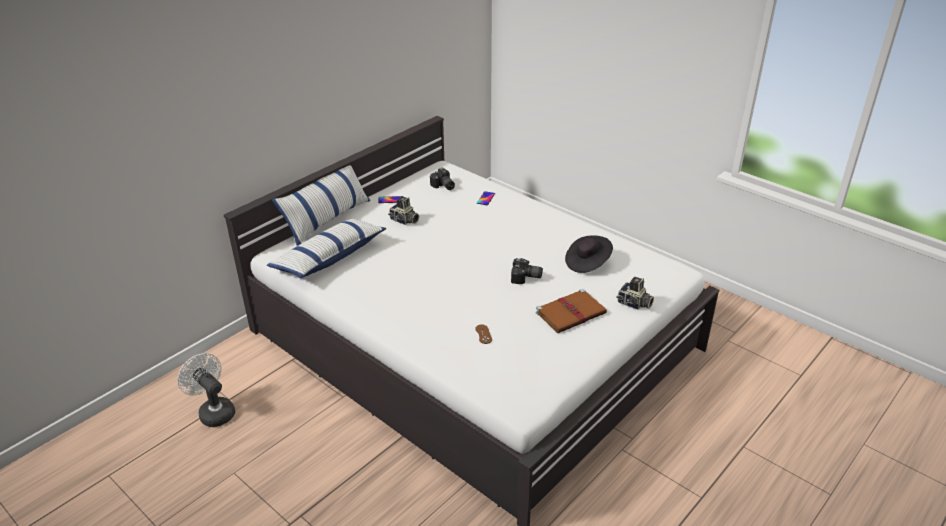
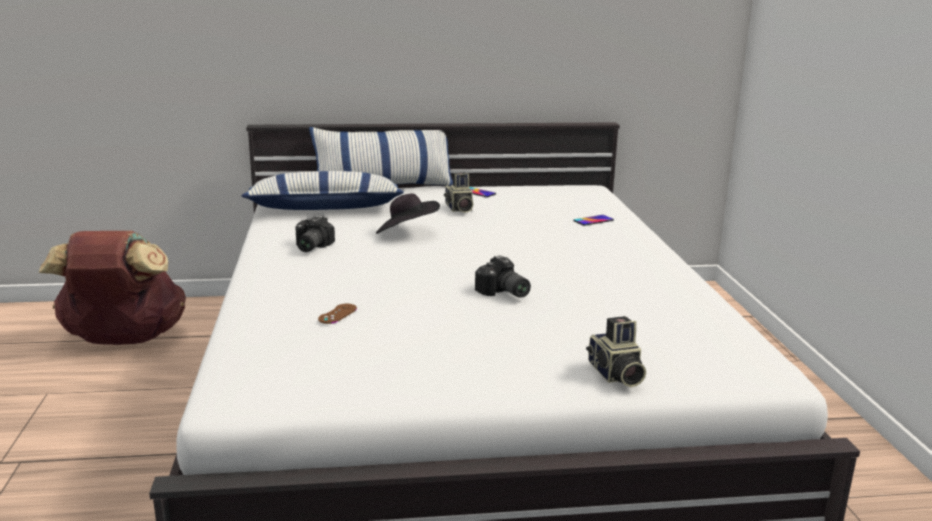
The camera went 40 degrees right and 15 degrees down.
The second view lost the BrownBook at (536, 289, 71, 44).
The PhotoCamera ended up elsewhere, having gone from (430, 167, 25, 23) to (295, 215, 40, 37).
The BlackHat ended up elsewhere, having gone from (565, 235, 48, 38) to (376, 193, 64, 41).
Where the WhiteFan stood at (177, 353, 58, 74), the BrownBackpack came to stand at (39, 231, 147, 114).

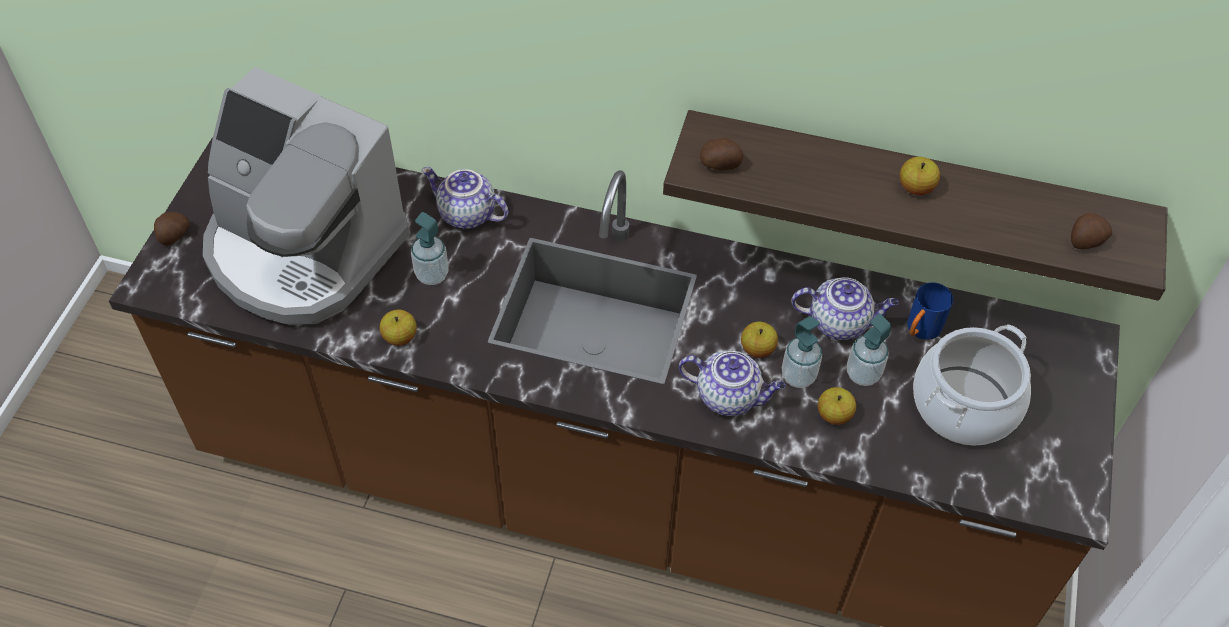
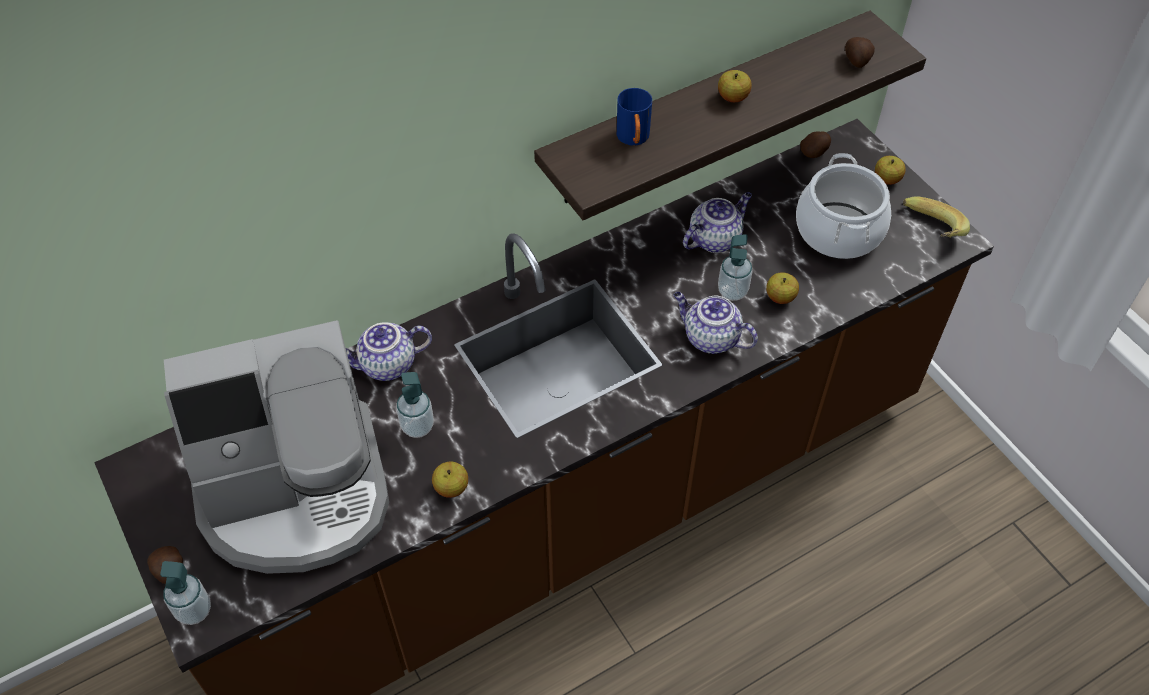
The camera went 45 degrees left and 0 degrees up.
The second view gained the Banana at (903, 197, 67, 41).
The Potato ended up elsewhere, having gone from (700, 138, 43, 32) to (800, 132, 31, 26).
The Apple ended up elsewhere, having gone from (741, 322, 37, 36) to (875, 156, 31, 29).
The SoapDispenser ended up elsewhere, having gone from (847, 314, 44, 72) to (160, 561, 51, 64).
The BlueMug ended up elsewhere, having gone from (907, 282, 47, 58) to (617, 88, 35, 58).
The Teapot at (679, 351, 106, 65) ended up facing another way, 120 degrees counterclockwise from before.

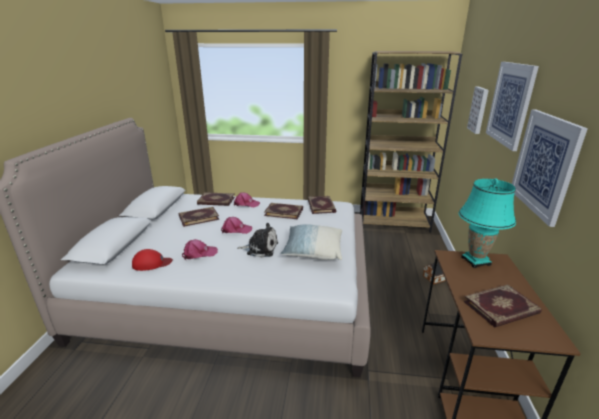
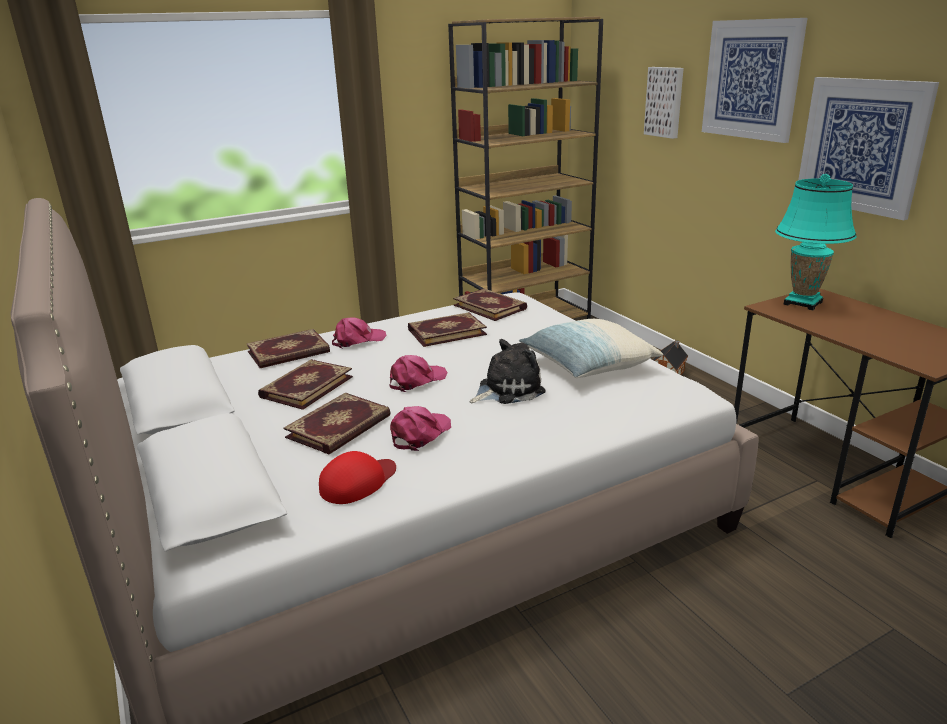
The camera went 35 degrees left and 0 degrees up.
The Book ended up elsewhere, having gone from (464, 284, 78, 43) to (284, 392, 107, 63).

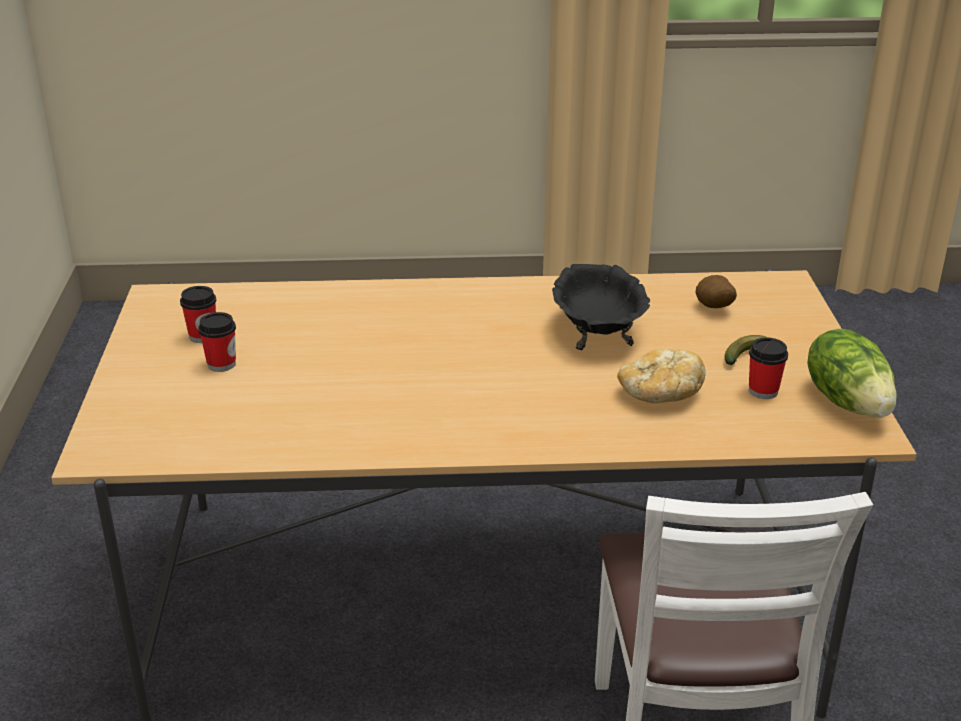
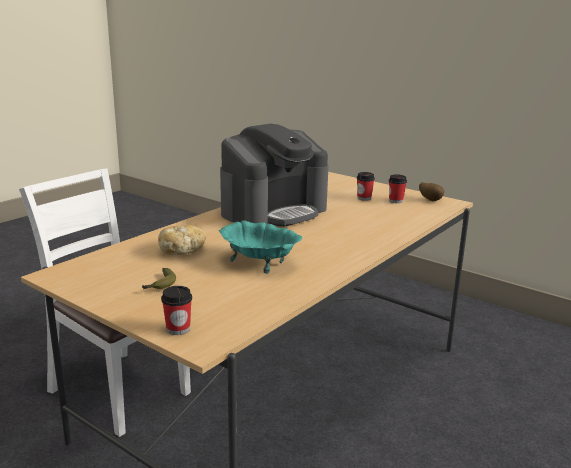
The camera went 130 degrees right and 10 degrees down.
The second view lost the Lettuce at (807, 328, 90, 89).
The second view gained the CoffeeMachine at (220, 124, 109, 103).
The Potato ended up elsewhere, having gone from (696, 275, 41, 33) to (419, 182, 25, 19).
The Cup ended up elsewhere, having gone from (749, 337, 39, 62) to (161, 286, 31, 49).
What was the BlackBowl at (552, 264, 98, 86) turned into the TurquoiseBowl at (219, 220, 83, 53).

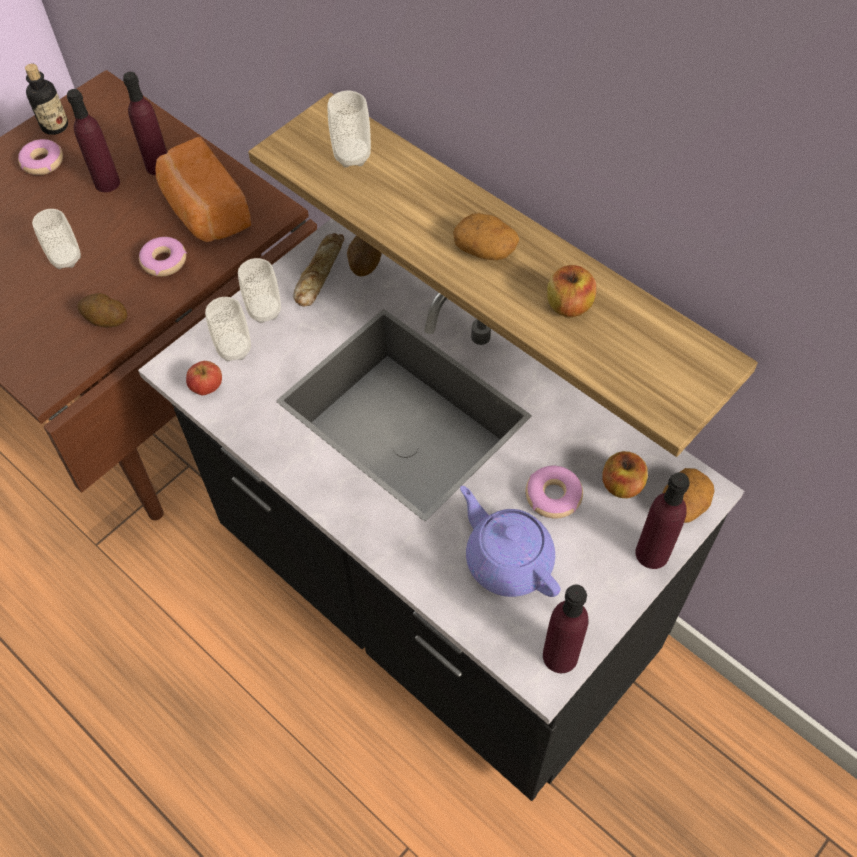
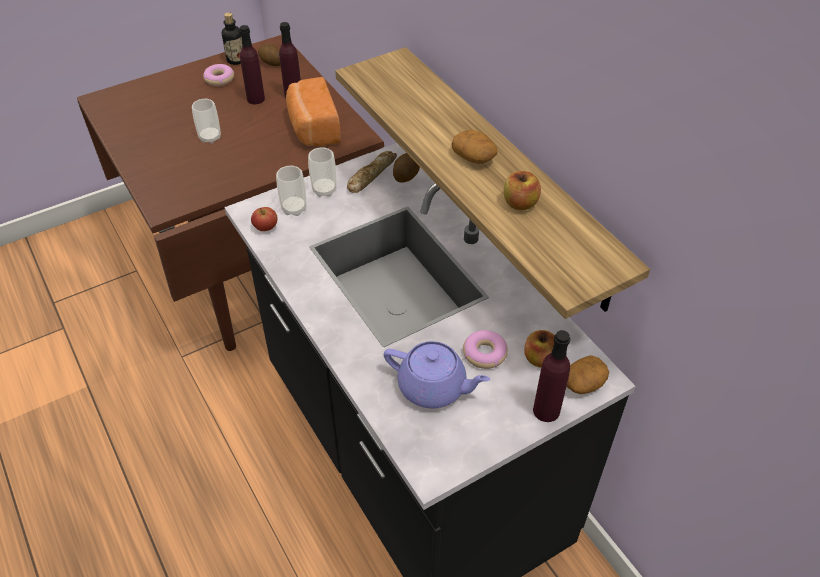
The camera went 15 degrees right and 10 degrees down.
The second view lost the Donut at (139, 237, 48, 40).
The second view lost the Cup at (328, 90, 43, 77).
The second view lost the PurpleBottle at (543, 584, 46, 89).
The Potato ended up elsewhere, having gone from (77, 293, 50, 34) to (258, 44, 22, 22).
The PurpleTeapot at (460, 486, 101, 111) ended up facing another way, 135 degrees clockwise from before.

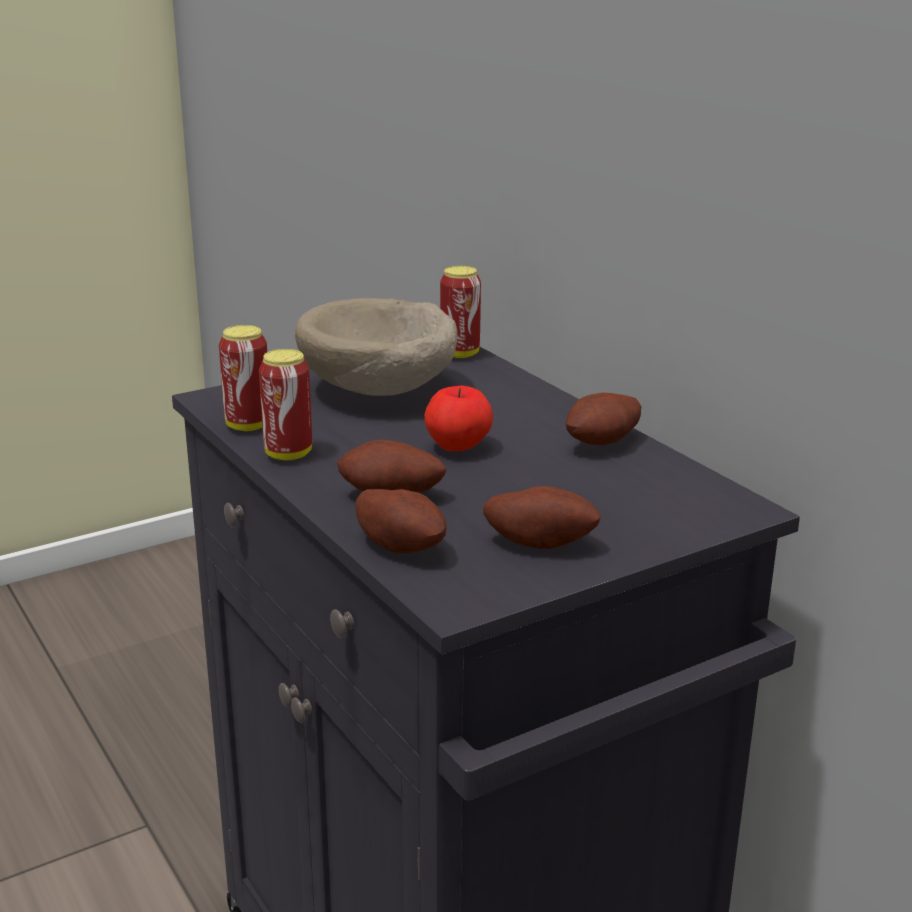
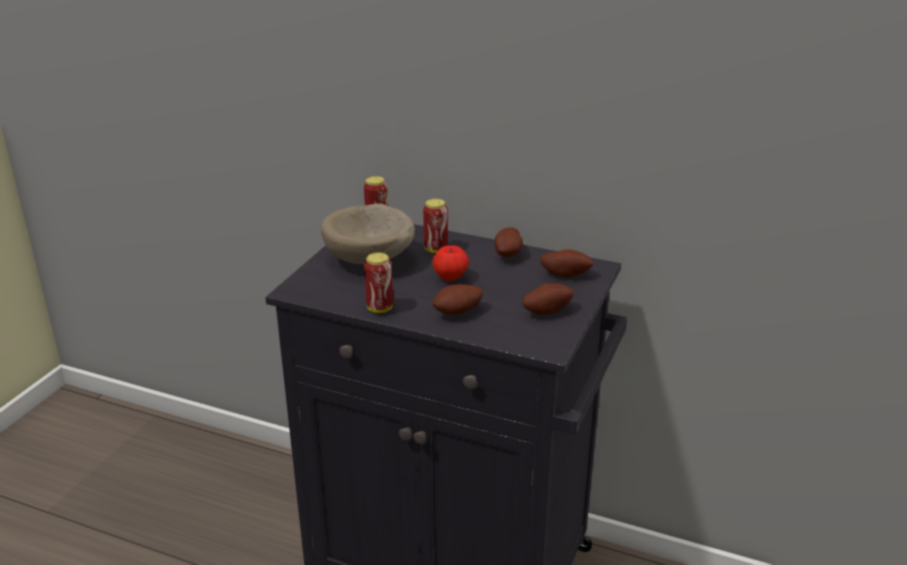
The camera went 35 degrees left and 5 degrees up.
The Can ended up elsewhere, having gone from (219, 325, 48, 106) to (423, 199, 25, 54).
The Potato ended up elsewhere, having gone from (355, 489, 92, 64) to (540, 249, 53, 28).

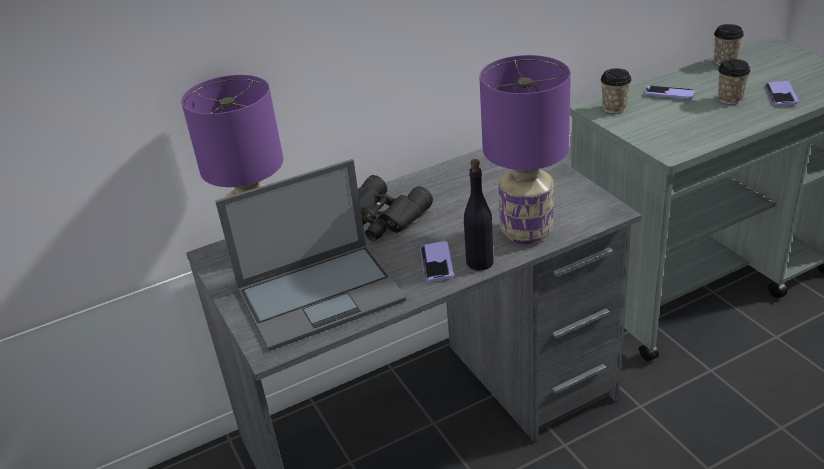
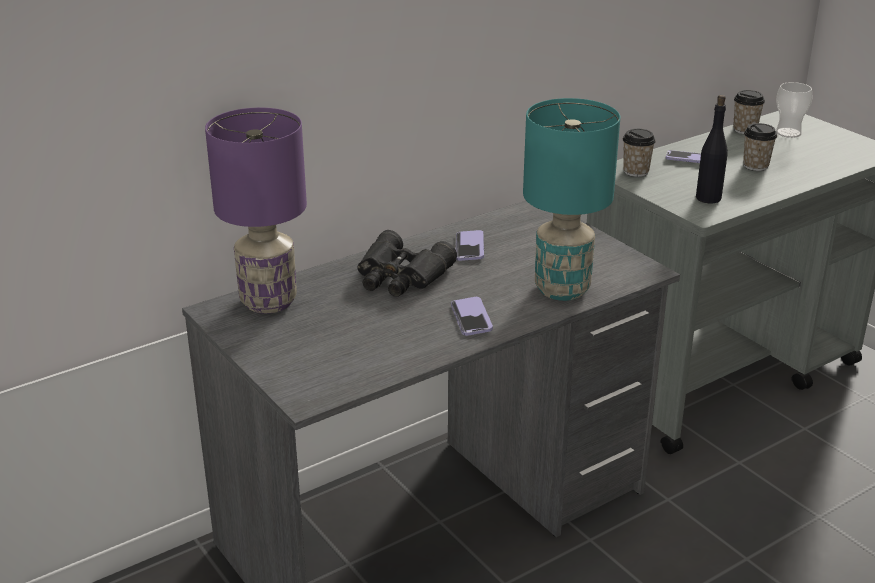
The camera went 10 degrees left and 5 degrees down.
The second view lost the Laptop at (215, 159, 191, 192).
The second view gained the Cup at (776, 82, 37, 56).
The BlackBottle ended up elsewhere, having gone from (464, 159, 30, 112) to (696, 95, 32, 108).
The Phone ended up elsewhere, having gone from (765, 81, 33, 25) to (456, 230, 28, 31).
What was the PurpleTableLamp at (479, 55, 92, 189) turned into the TurquoiseTableLamp at (523, 98, 97, 203).

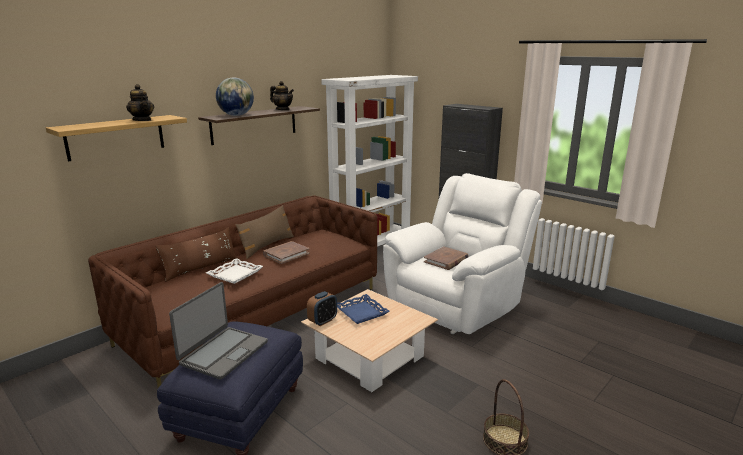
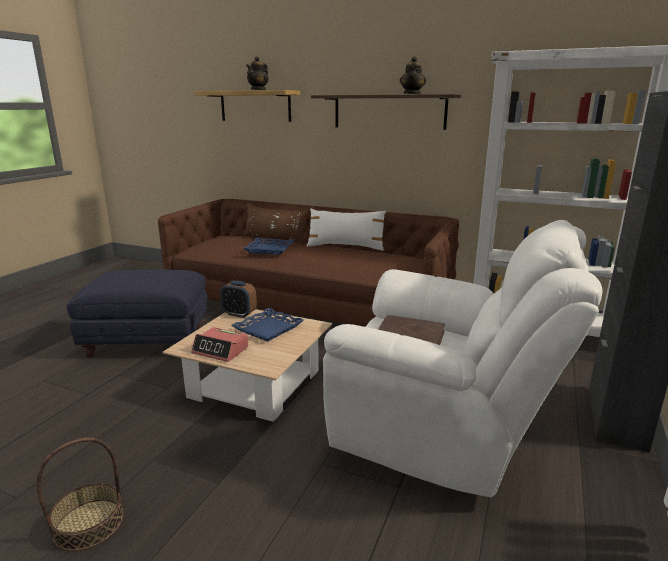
The camera went 70 degrees right and 0 degrees up.
The second view lost the Laptop at (169, 282, 99, 98).
The second view lost the Globe at (216, 78, 38, 38).
The second view lost the BrownBook at (263, 241, 47, 23).
The second view gained the AlarmClock at (191, 327, 57, 35).
What was the WhiteTray at (206, 258, 57, 26) turned into the BlueTray at (243, 238, 51, 17).
What was the BrownPillow at (235, 205, 59, 54) turned into the WhitePillow at (307, 208, 79, 43).

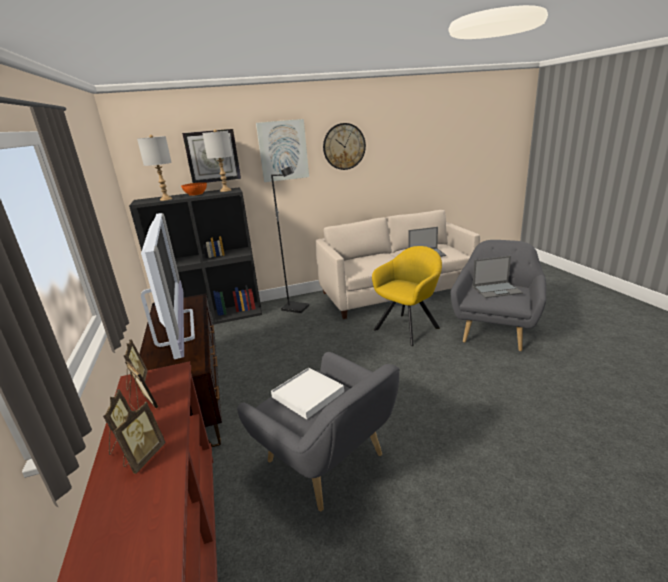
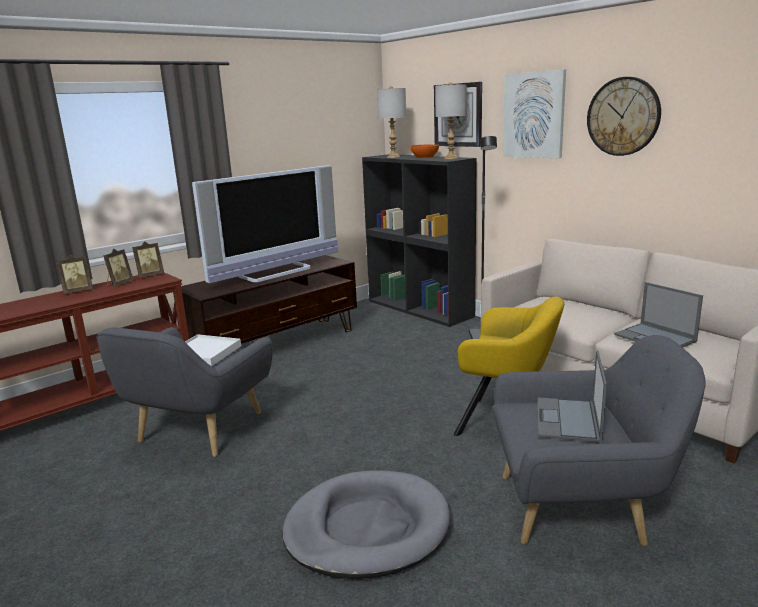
The camera went 65 degrees right and 5 degrees down.
The second view lost the PictureFrame at (113, 402, 53, 72).
The second view gained the GreyDogBed at (282, 470, 168, 109).
The Laptop at (472, 256, 51, 42) ended up facing another way, 45 degrees clockwise from before.

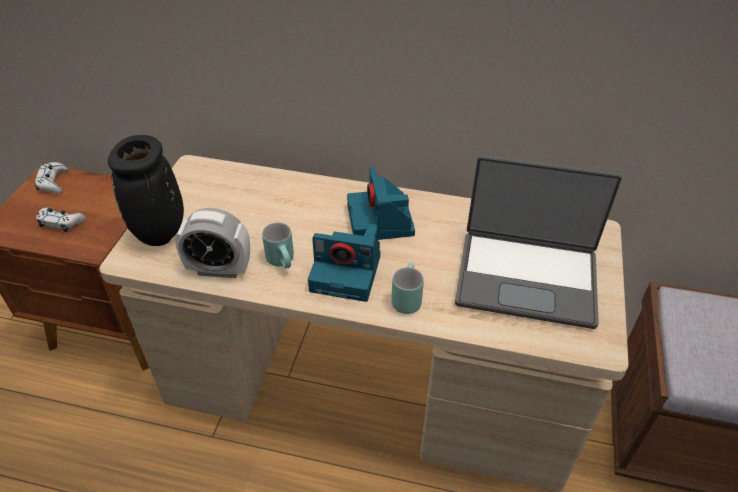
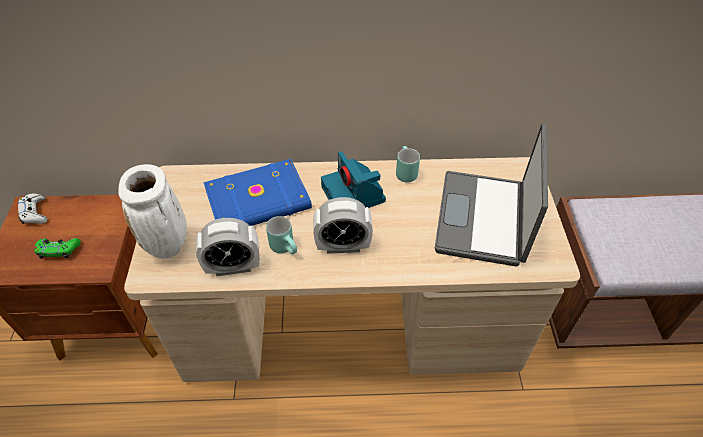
The camera went 15 degrees left and 5 degrees up.
The second view gained the BlueBook at (203, 159, 109, 67).
The TurquoiseMug ended up elsewhere, having gone from (391, 263, 33, 51) to (396, 146, 24, 37).
Where the PhotoCamera stood at (308, 224, 73, 78), the AlarmClock came to stand at (313, 197, 60, 57).
What was the WhiteGameController at (36, 207, 50, 25) turned into the GreenGameController at (35, 238, 46, 21).
What was the BlackVase at (108, 135, 76, 111) turned into the WhiteVase at (118, 164, 69, 95).
The Laptop at (455, 155, 167, 174) ended up facing another way, 105 degrees clockwise from before.

